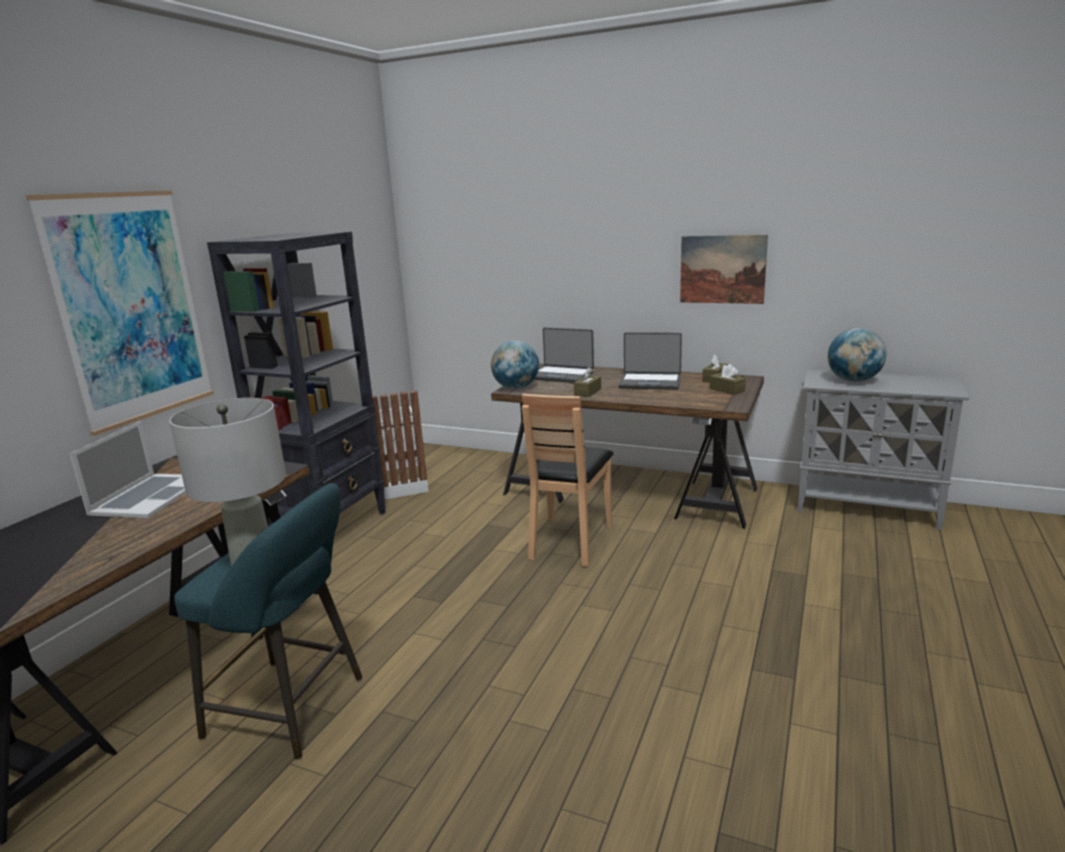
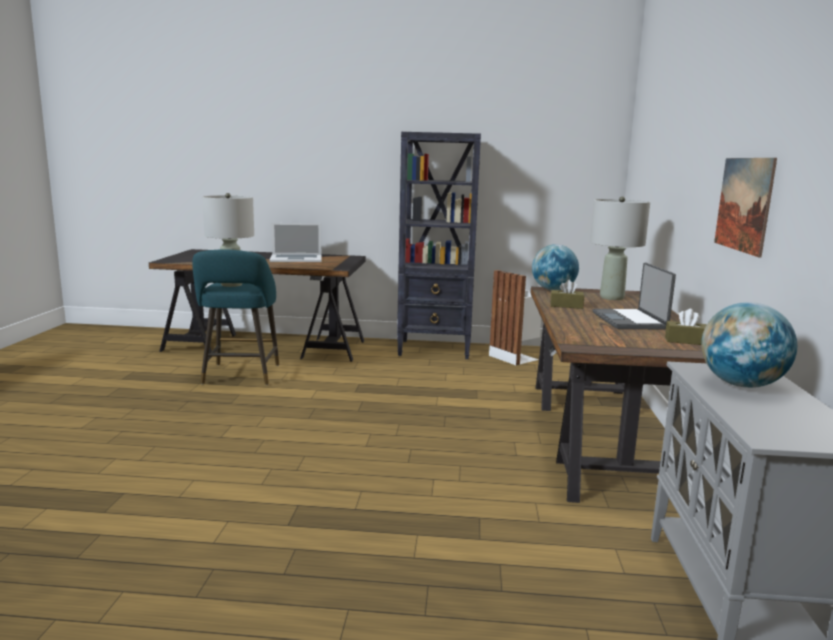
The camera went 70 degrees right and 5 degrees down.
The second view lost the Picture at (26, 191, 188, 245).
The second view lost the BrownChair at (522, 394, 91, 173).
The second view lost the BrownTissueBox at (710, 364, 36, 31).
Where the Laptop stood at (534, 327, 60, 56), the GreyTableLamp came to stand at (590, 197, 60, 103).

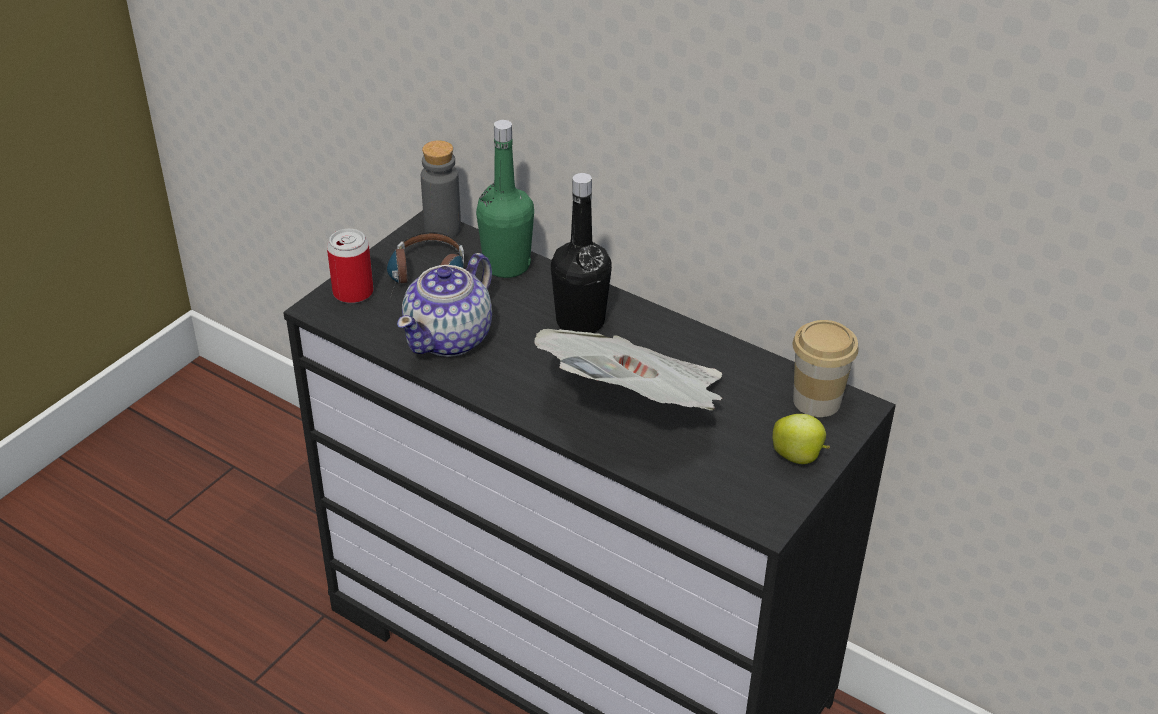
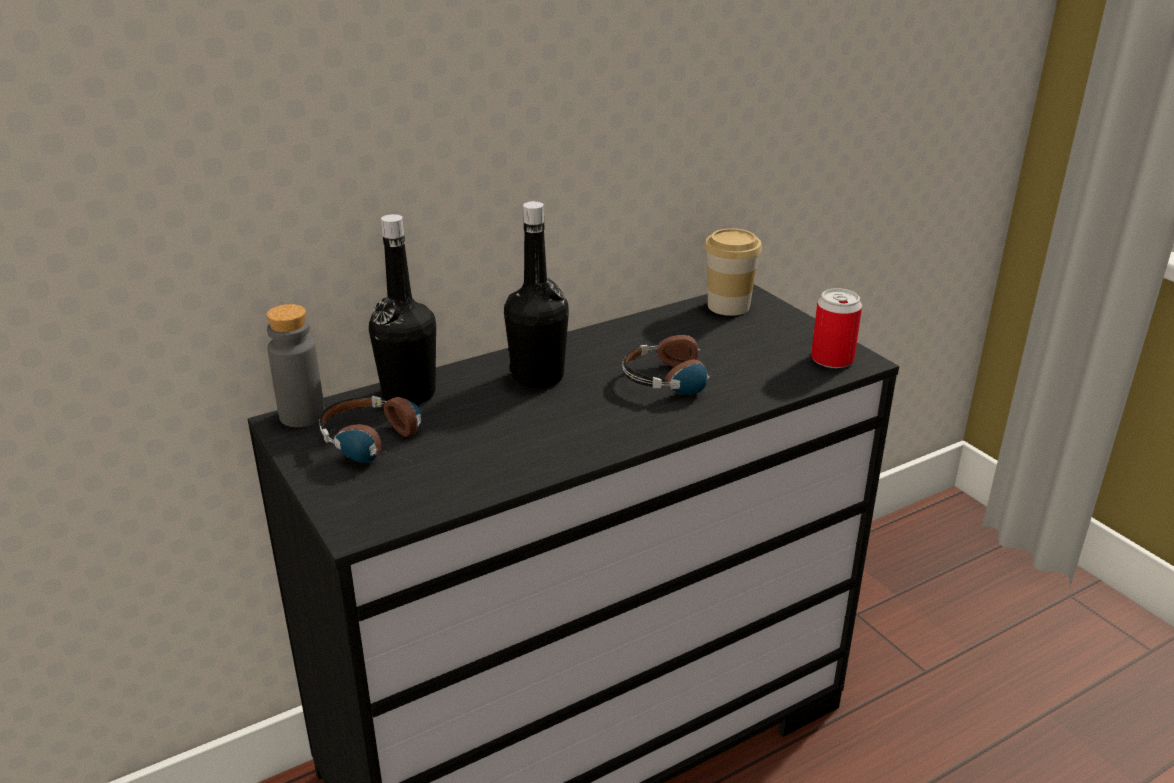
The camera went 65 degrees left and 10 degrees down.
The second view lost the Teapot at (397, 253, 95, 104).
The second view lost the Apple at (772, 414, 58, 50).
The Can ended up elsewhere, having gone from (327, 229, 46, 74) to (811, 288, 51, 80).
Where the Newspaper stood at (534, 329, 189, 82), the Headphones came to stand at (622, 335, 123, 60).
What was the GreenBottle at (476, 120, 58, 158) turned into the BlackBottle at (369, 214, 67, 191).

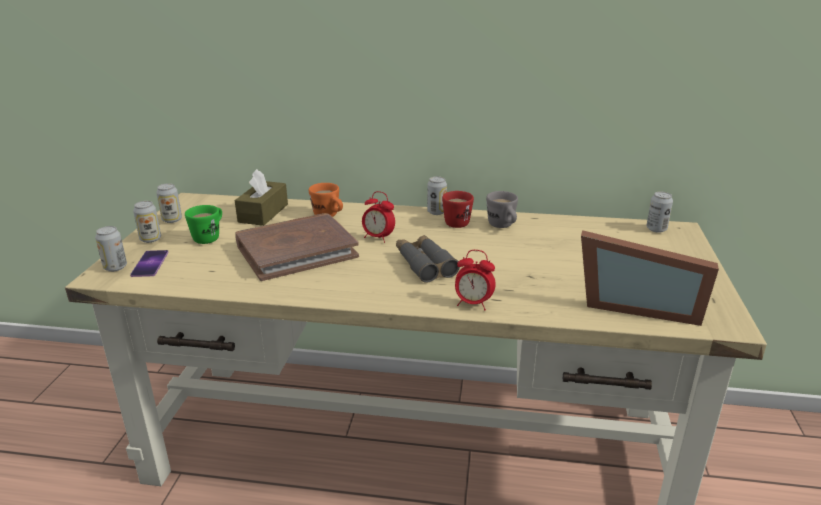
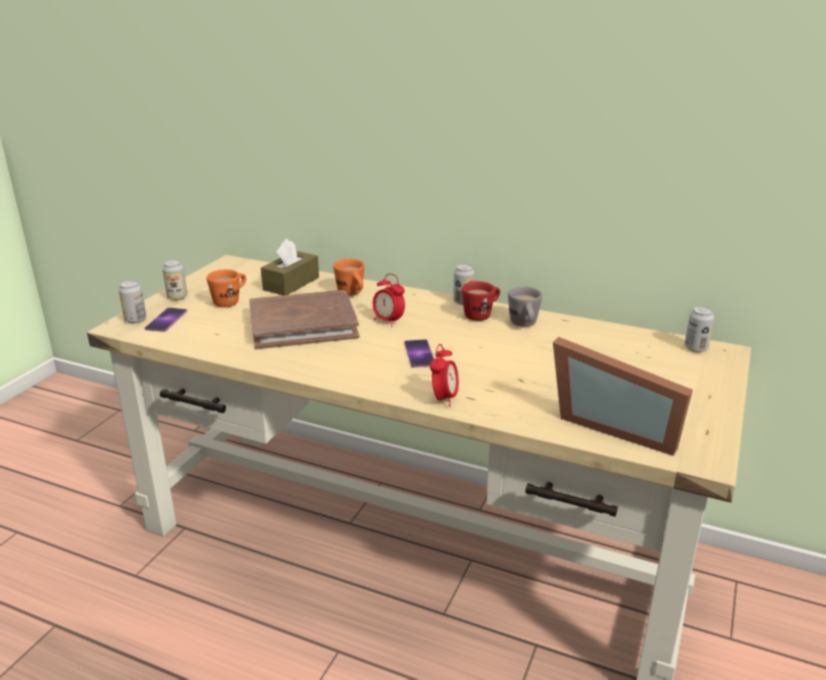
The camera went 15 degrees right and 0 degrees up.
The second view lost the Can at (156, 183, 26, 40).
Where the GreyBinoculars stood at (396, 235, 64, 48), the Phone came to stand at (404, 339, 30, 29).
What was the GreenMug at (185, 205, 37, 39) turned into the OrangeMug at (207, 269, 39, 38).
The AlarmClock at (455, 250, 41, 60) ended up facing another way, 105 degrees counterclockwise from before.

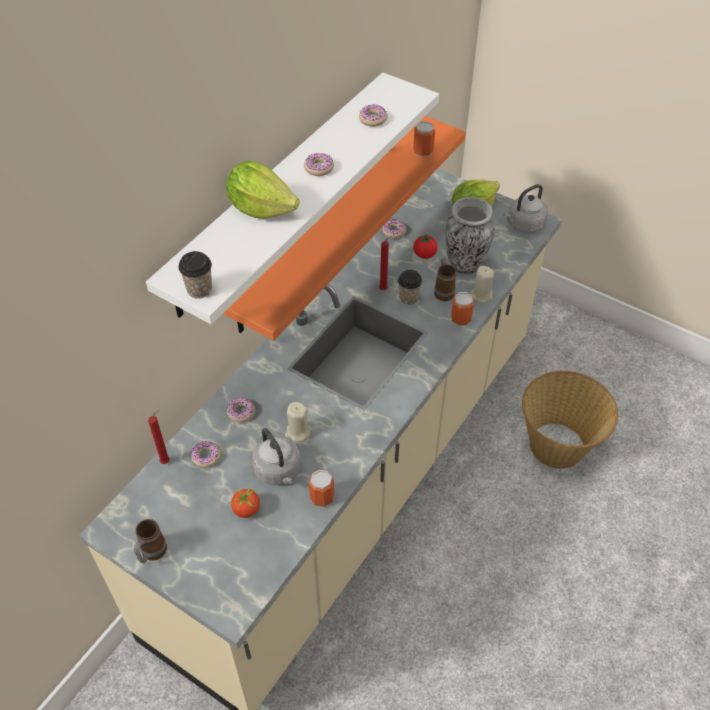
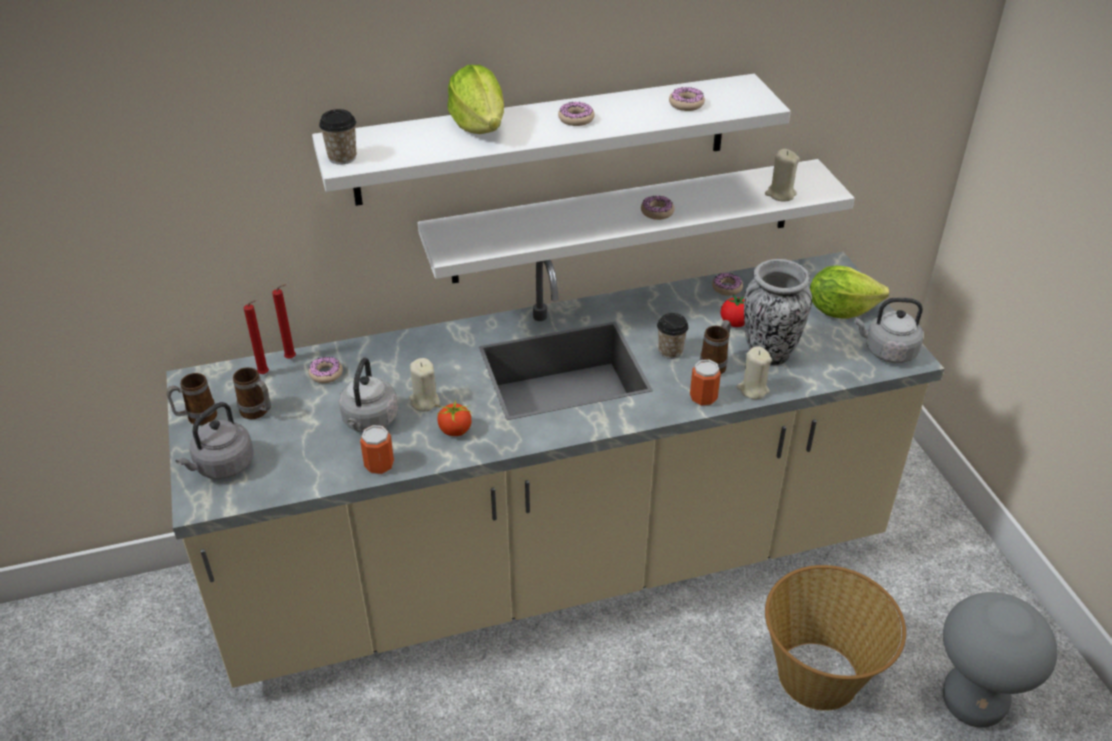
The camera went 40 degrees right and 10 degrees down.
The second view gained the GreyKettle at (175, 402, 79, 77).
The second view gained the Mug at (233, 367, 38, 52).
The second view gained the GreyStool at (943, 592, 115, 136).
The Donut ended up elsewhere, having gone from (227, 397, 28, 25) to (641, 196, 34, 24).
The Tomato ended up elsewhere, having gone from (229, 487, 31, 31) to (435, 400, 37, 36).
The RedCandle ended up elsewhere, having gone from (379, 236, 13, 54) to (244, 300, 25, 74).
Where the Can stood at (413, 121, 22, 36), the BeigeCandle came to stand at (765, 149, 35, 52).
What was the OrangeShelf at (223, 116, 243, 224) turned into the WhiteShelf at (418, 159, 437, 124).

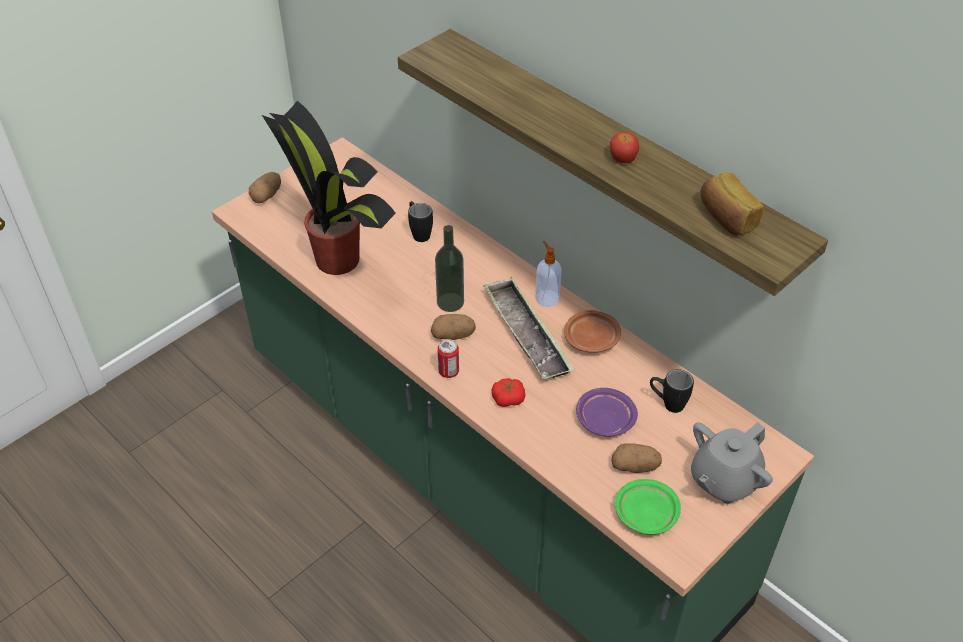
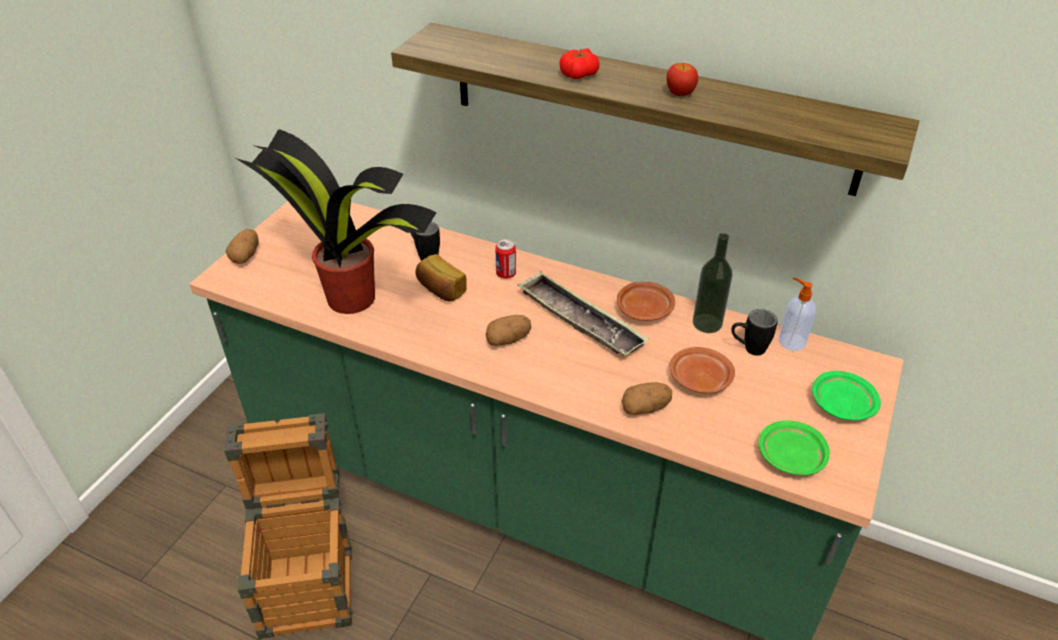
The camera went 20 degrees left and 5 degrees down.
The second view gained the Crate at (224, 413, 129, 226).
The Bottle ended up elsewhere, having gone from (435, 225, 29, 87) to (693, 233, 40, 100).
The Can ended up elsewhere, having gone from (437, 339, 22, 39) to (495, 239, 21, 39).
The Tomato ended up elsewhere, having gone from (492, 378, 33, 29) to (559, 48, 41, 31).
The SoapDispenser ended up elsewhere, having gone from (535, 241, 27, 66) to (779, 277, 37, 74).
The Potato ended up elsewhere, having gone from (611, 444, 51, 29) to (622, 382, 50, 33).
The Bread ended up elsewhere, having gone from (700, 173, 64, 62) to (415, 254, 52, 47).
Where the GreyTeapot stood at (691, 422, 82, 82), the GreenPlate came to stand at (812, 371, 69, 49).
What was the PurplePlate at (576, 388, 62, 49) turned into the BrownPlate at (670, 347, 65, 47).

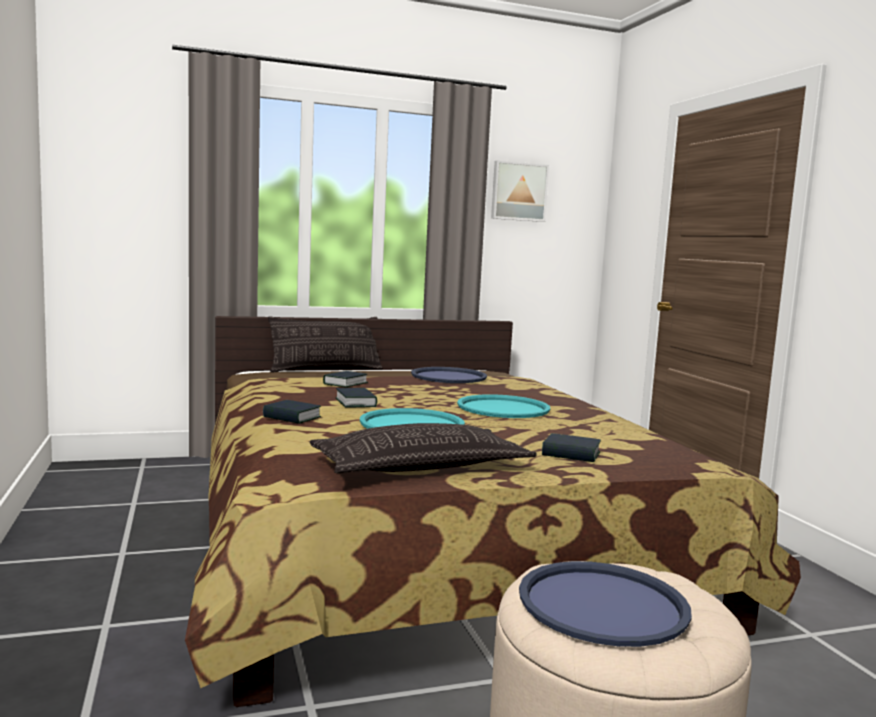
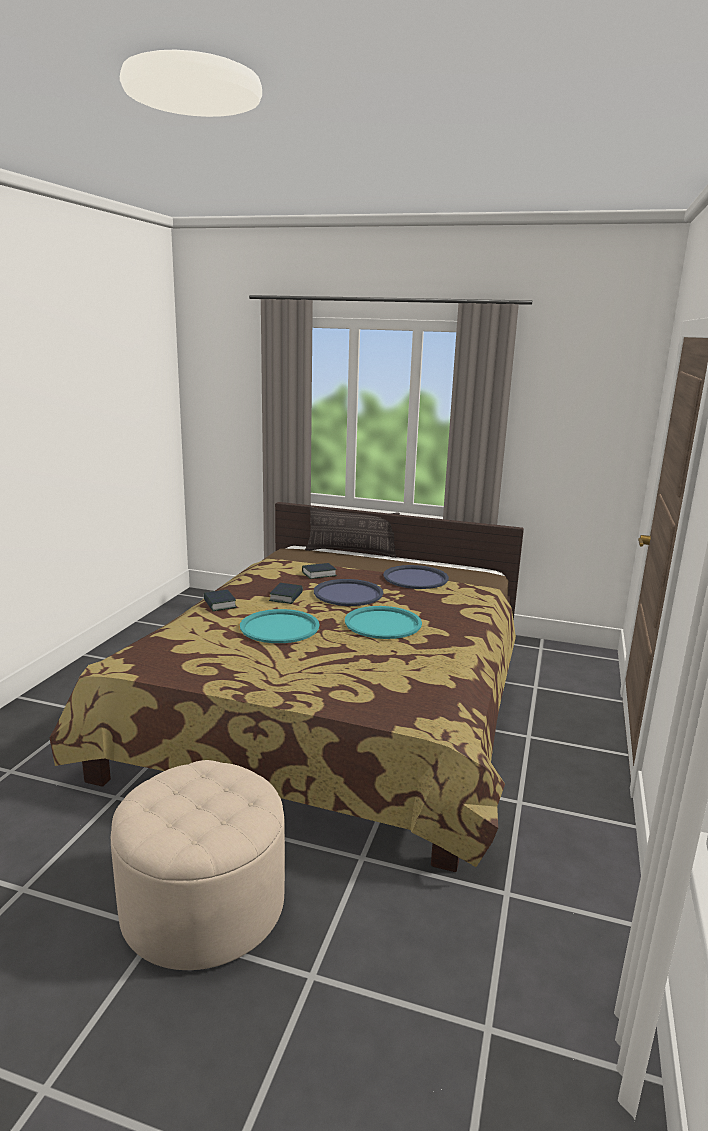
The camera went 35 degrees right and 10 degrees up.
The second view lost the Pillow at (310, 423, 227, 50).
The second view lost the Picture at (491, 160, 58, 62).
The second view lost the Book at (542, 433, 59, 29).
The BlueTray ended up elsewhere, having gone from (519, 561, 173, 86) to (314, 579, 69, 27).

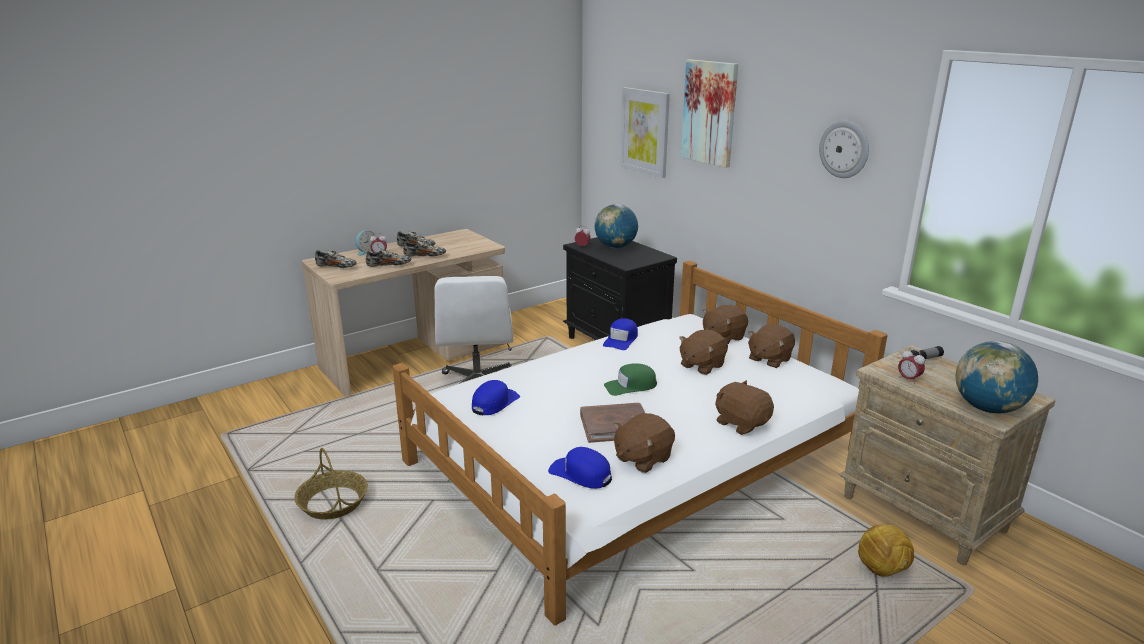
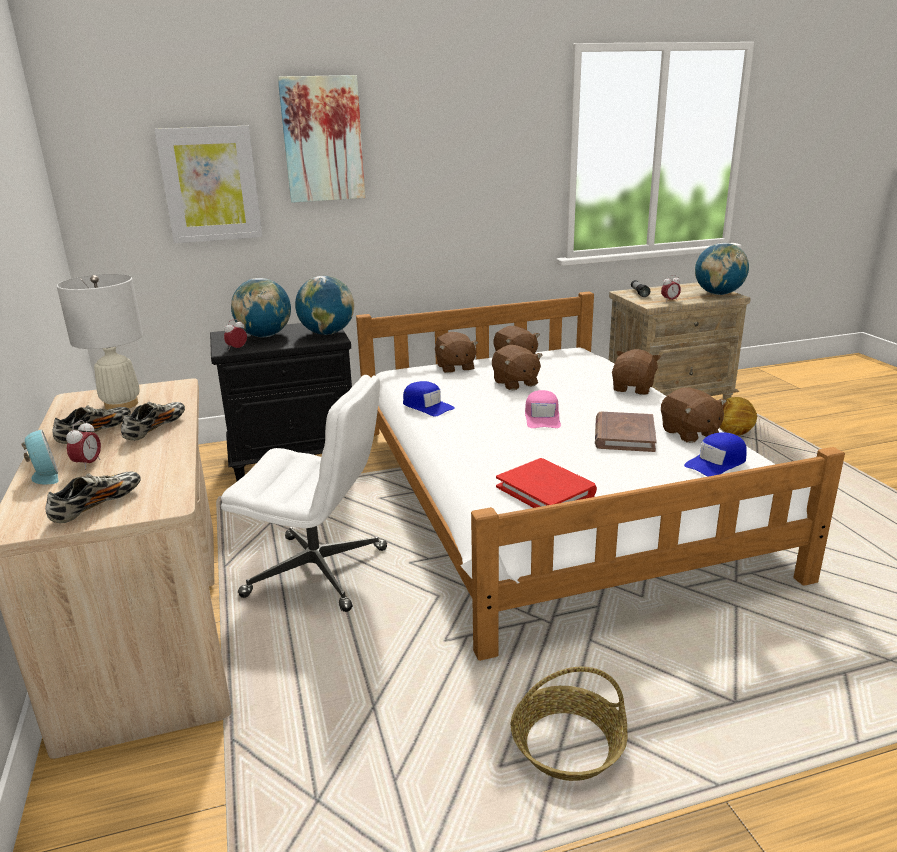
The camera went 70 degrees left and 0 degrees up.
The second view lost the Shoe at (365, 249, 46, 18).
The second view lost the WallClock at (819, 121, 50, 57).
The second view gained the WhiteTableLamp at (57, 274, 86, 136).
The second view gained the Globe at (295, 276, 59, 59).
Where the BlueCap stood at (472, 380, 48, 36), the RedBook came to stand at (496, 458, 101, 50).
What was the GreenCap at (604, 363, 53, 33) turned into the PinkCap at (525, 390, 36, 38).
The BrownPlushToy at (715, 380, 59, 55) ended up facing another way, 135 degrees clockwise from before.

